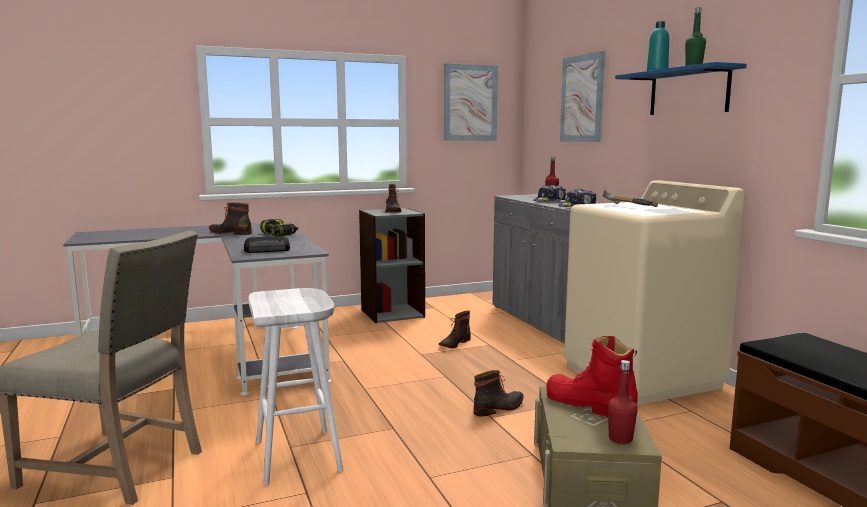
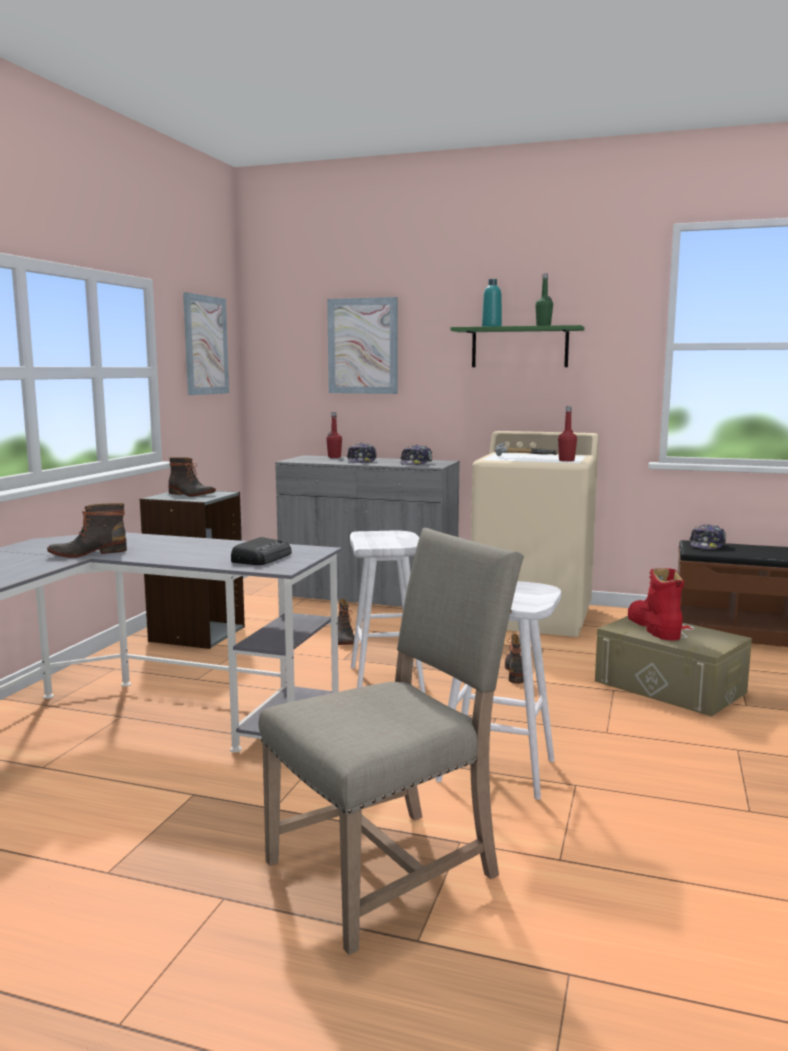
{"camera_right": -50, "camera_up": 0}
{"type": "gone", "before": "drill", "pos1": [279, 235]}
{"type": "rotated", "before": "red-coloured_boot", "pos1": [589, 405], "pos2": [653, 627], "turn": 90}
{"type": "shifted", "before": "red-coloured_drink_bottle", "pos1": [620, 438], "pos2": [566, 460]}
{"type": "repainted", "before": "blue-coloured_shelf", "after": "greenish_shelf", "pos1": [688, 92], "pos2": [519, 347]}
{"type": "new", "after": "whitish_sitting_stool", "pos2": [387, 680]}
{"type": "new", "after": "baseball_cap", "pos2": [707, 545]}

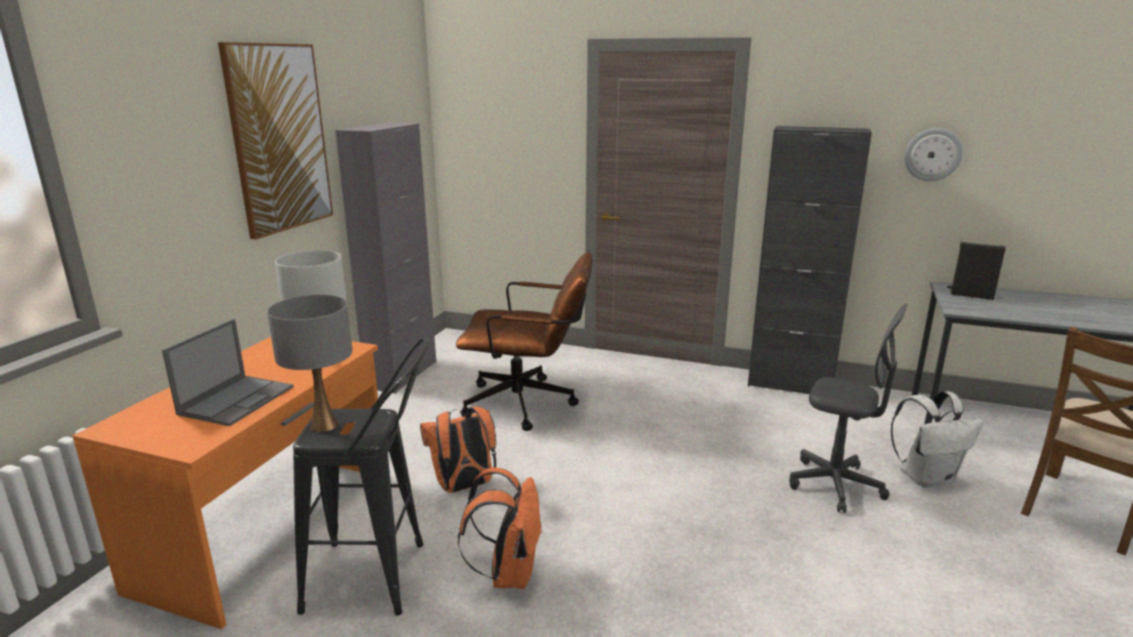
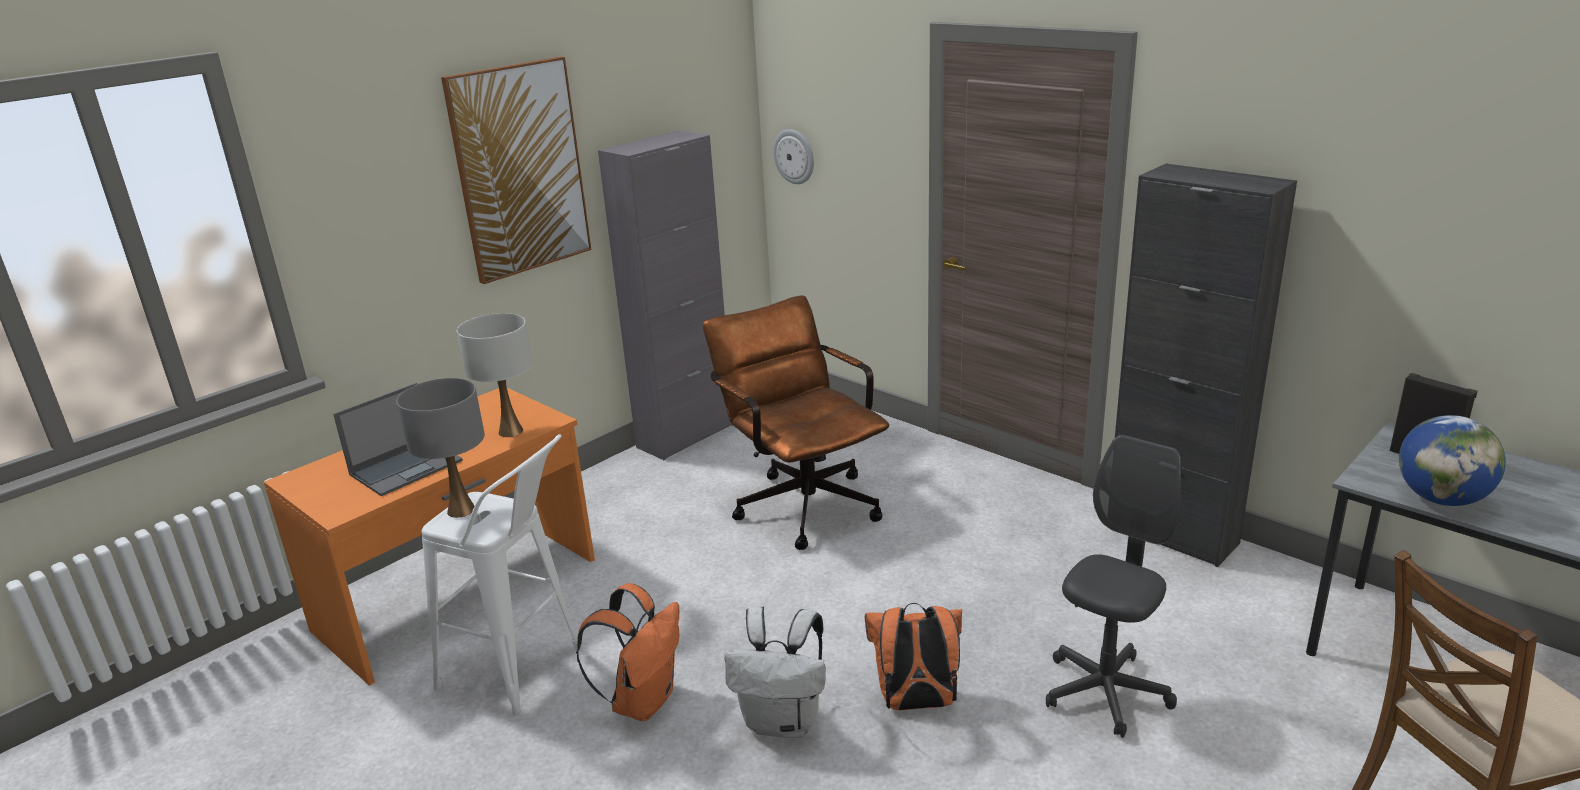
{"camera_right": 25, "camera_up": 5}
{"type": "repainted", "before": "black-coloured_sitting_stool", "after": "whitish_sitting_stool", "pos1": [379, 577], "pos2": [522, 672]}
{"type": "shifted", "before": "orangey_knapsack", "pos1": [464, 486], "pos2": [916, 703]}
{"type": "rotated", "before": "brown_desk_chair", "pos1": [529, 404], "pos2": [801, 501], "turn": -150}
{"type": "rotated", "before": "greyish_desk_chair", "pos1": [835, 485], "pos2": [1105, 692], "turn": -105}
{"type": "shifted", "before": "whitish_knapsack", "pos1": [926, 477], "pos2": [783, 721]}
{"type": "shifted", "before": "clock_on_the_wall", "pos1": [933, 154], "pos2": [794, 156]}
{"type": "new", "after": "globe", "pos2": [1441, 499]}

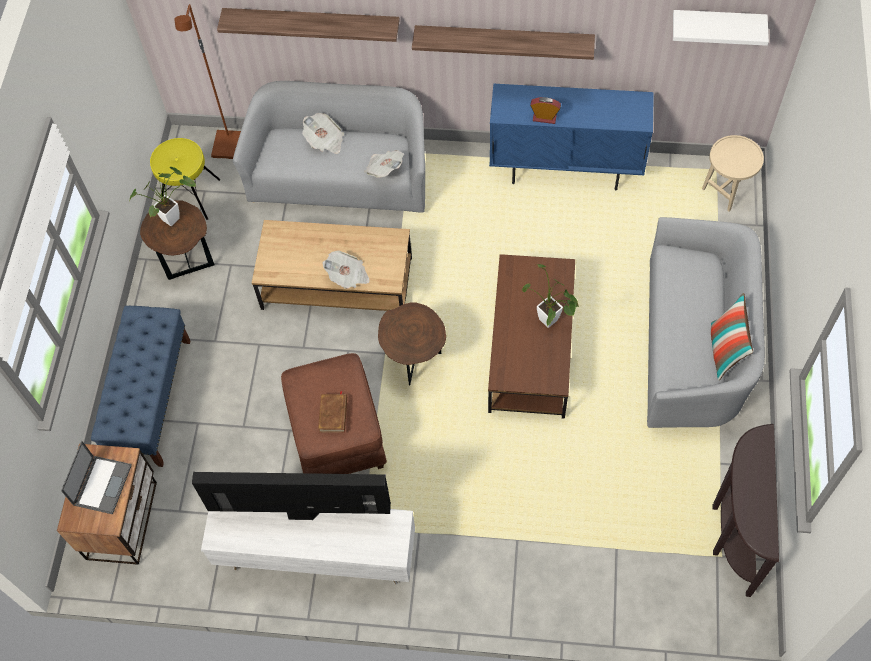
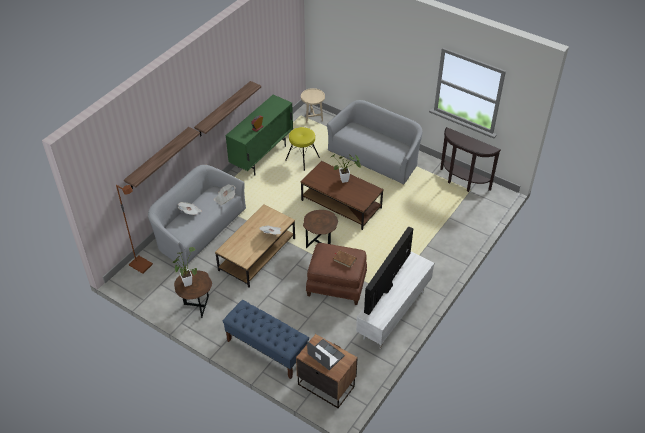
{"camera_right": -65, "camera_up": -15}
{"type": "shifted", "before": "yellow-coloured_sitting_stool", "pos1": [189, 196], "pos2": [302, 159]}
{"type": "repainted", "before": "blue-coloured_cabinet", "after": "greenish_cabinet", "pos1": [565, 170], "pos2": [262, 156]}
{"type": "gone", "before": "whitish_shelf", "pos1": [717, 24]}
{"type": "gone", "before": "cushion", "pos1": [725, 351]}

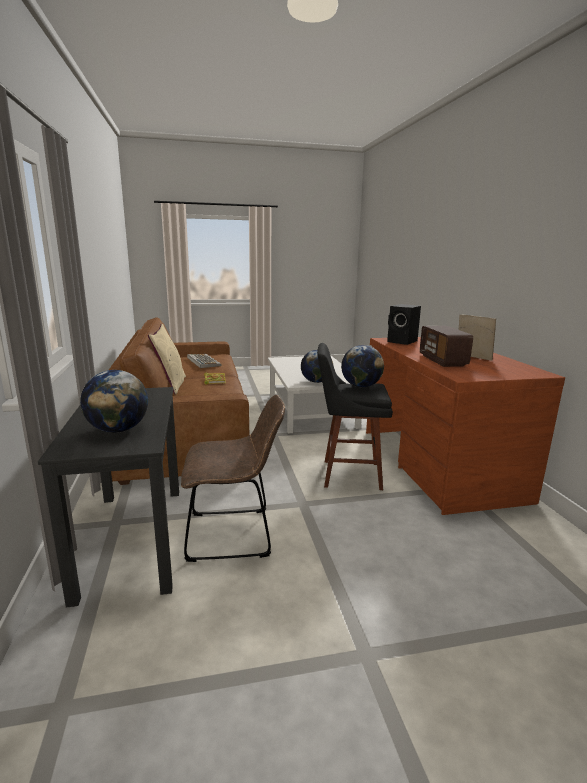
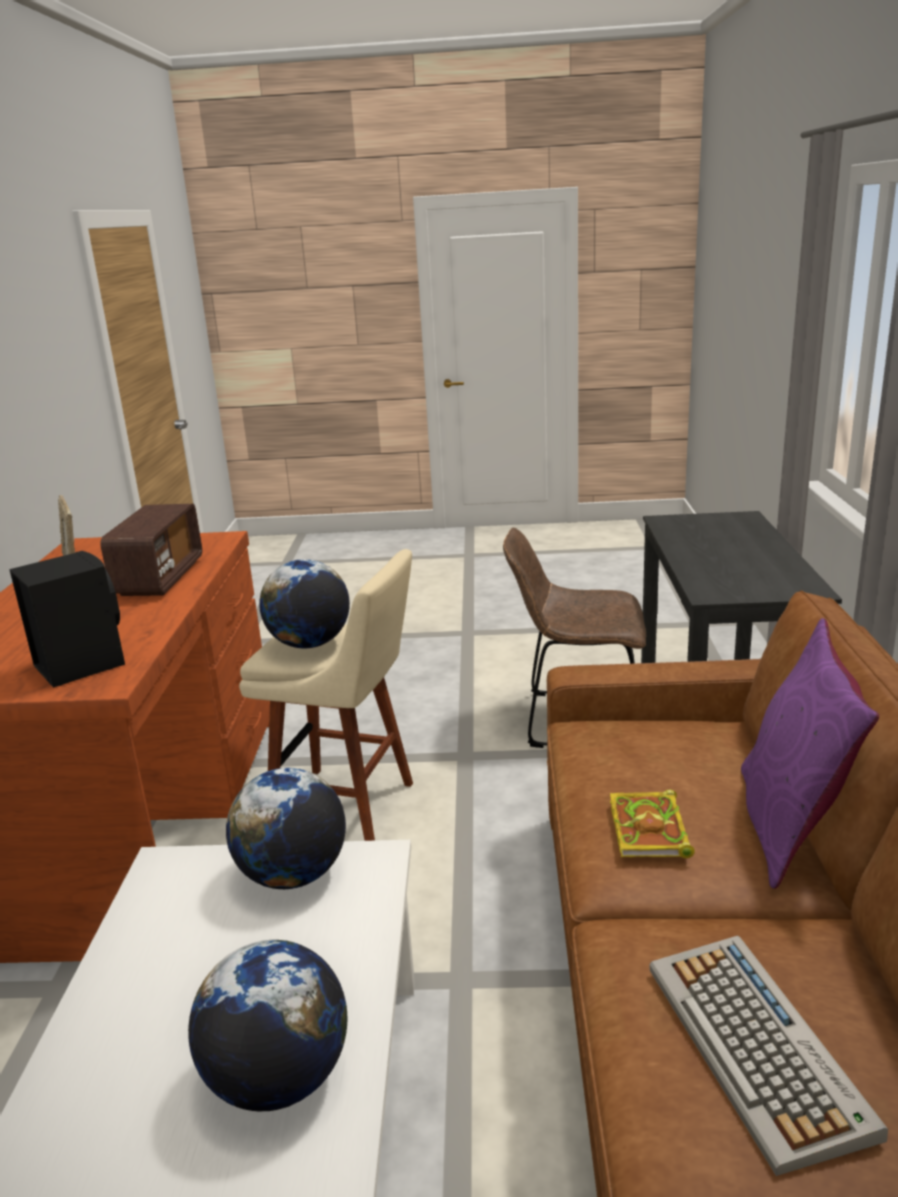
{"camera_right": -165, "camera_up": 5}
{"type": "shifted", "before": "globe", "pos1": [118, 430], "pos2": [278, 1078]}
{"type": "repainted", "before": "beige_cushion", "after": "purple_cushion", "pos1": [170, 385], "pos2": [791, 825]}
{"type": "repainted", "before": "black-coloured_sitting_stool", "after": "beige_sitting_stool", "pos1": [347, 474], "pos2": [349, 808]}

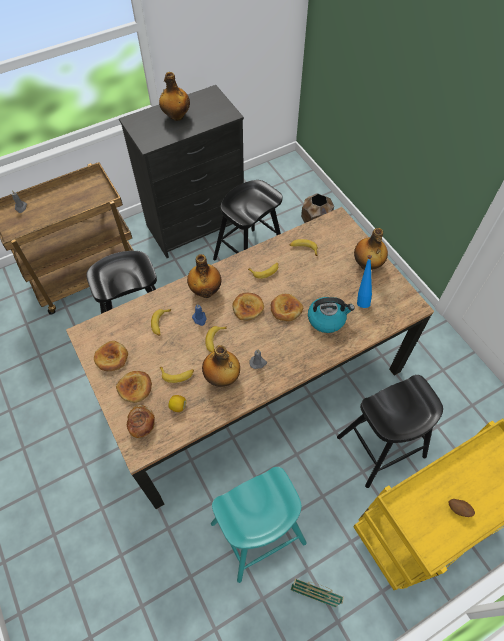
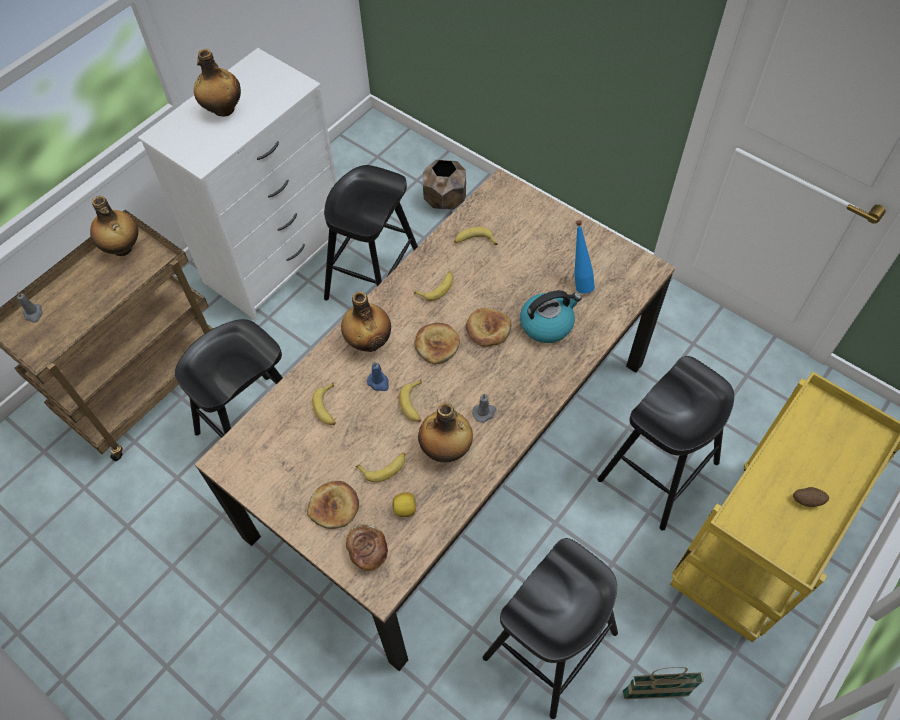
{"camera_right": -20, "camera_up": 0}
{"type": "gone", "before": "bread", "pos1": [111, 358]}
{"type": "repainted", "before": "black-coloured_drawer_chest", "after": "whitish_drawer_chest", "pos1": [195, 225], "pos2": [277, 259]}
{"type": "repainted", "before": "turquoise-coloured_sitting_stool", "after": "black-coloured_sitting_stool", "pos1": [258, 533], "pos2": [550, 644]}
{"type": "shifted", "before": "drink_bottle", "pos1": [367, 265], "pos2": [122, 248]}

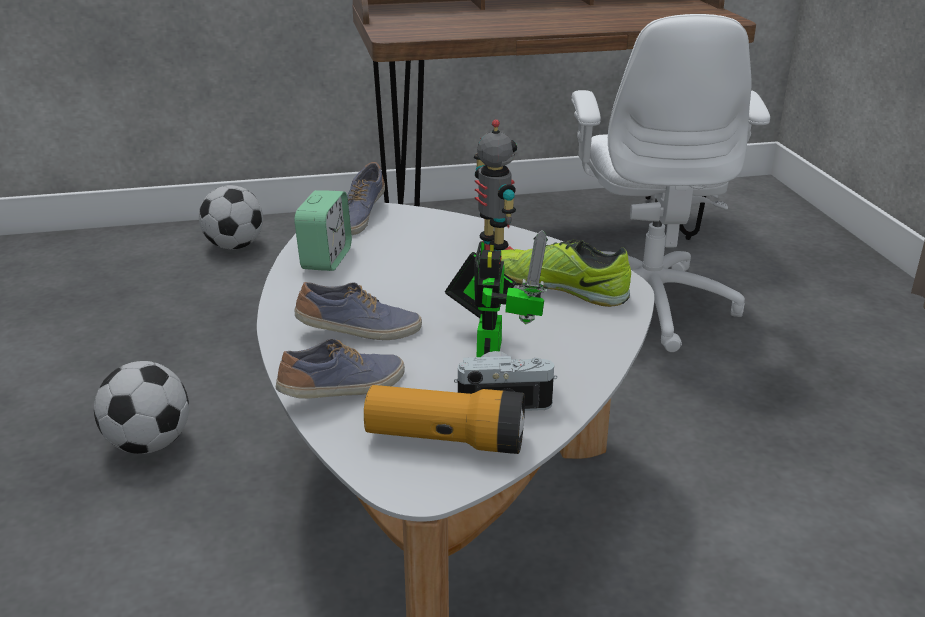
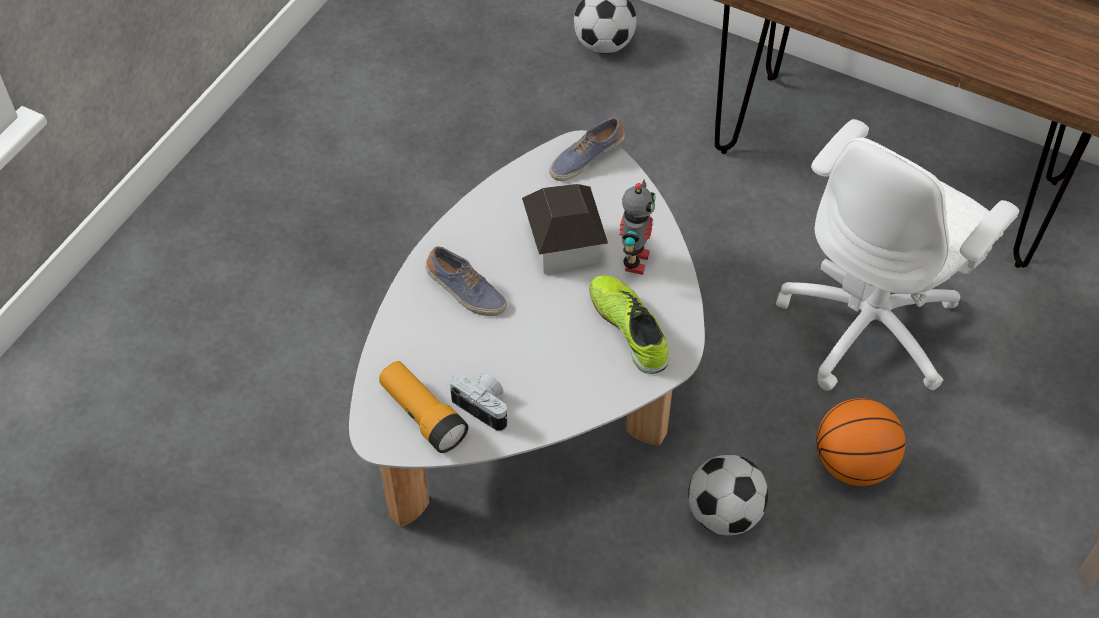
{"camera_right": 40, "camera_up": 25}
{"type": "shifted", "before": "football_ball", "pos1": [149, 444], "pos2": [724, 513]}
{"type": "gone", "before": "low_shoe", "pos1": [344, 390]}
{"type": "gone", "before": "table_clock", "pos1": [326, 259]}
{"type": "gone", "before": "toy_robot", "pos1": [490, 346]}
{"type": "new", "after": "toy_house", "pos2": [564, 246]}
{"type": "new", "after": "basketball_ball", "pos2": [853, 463]}

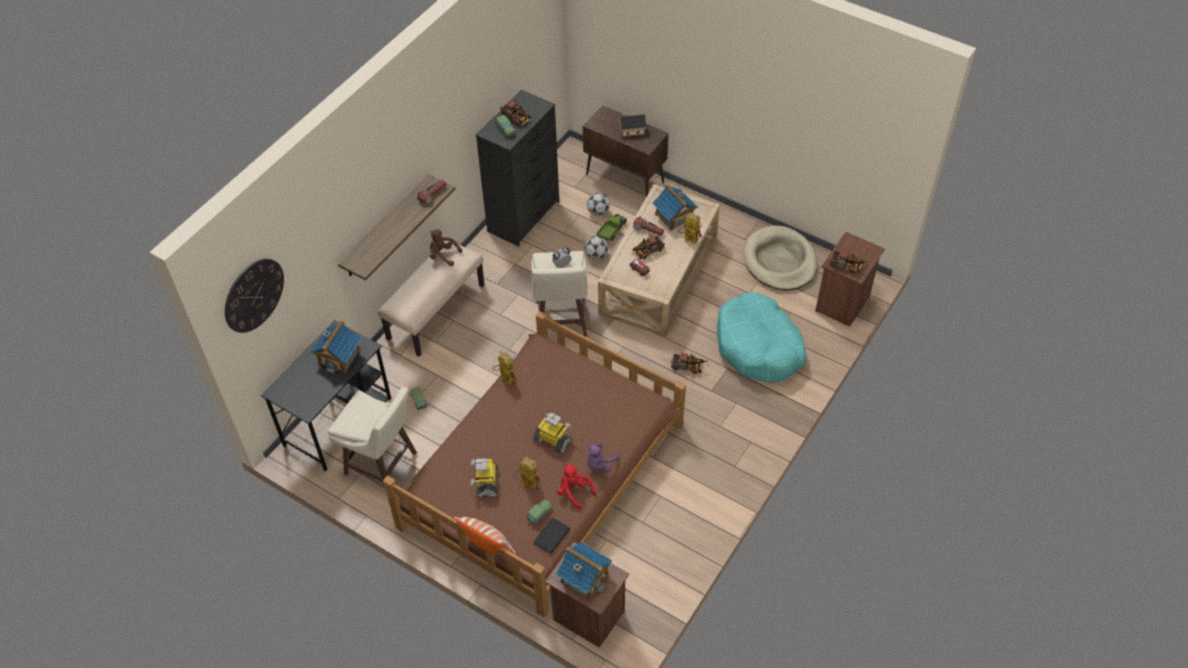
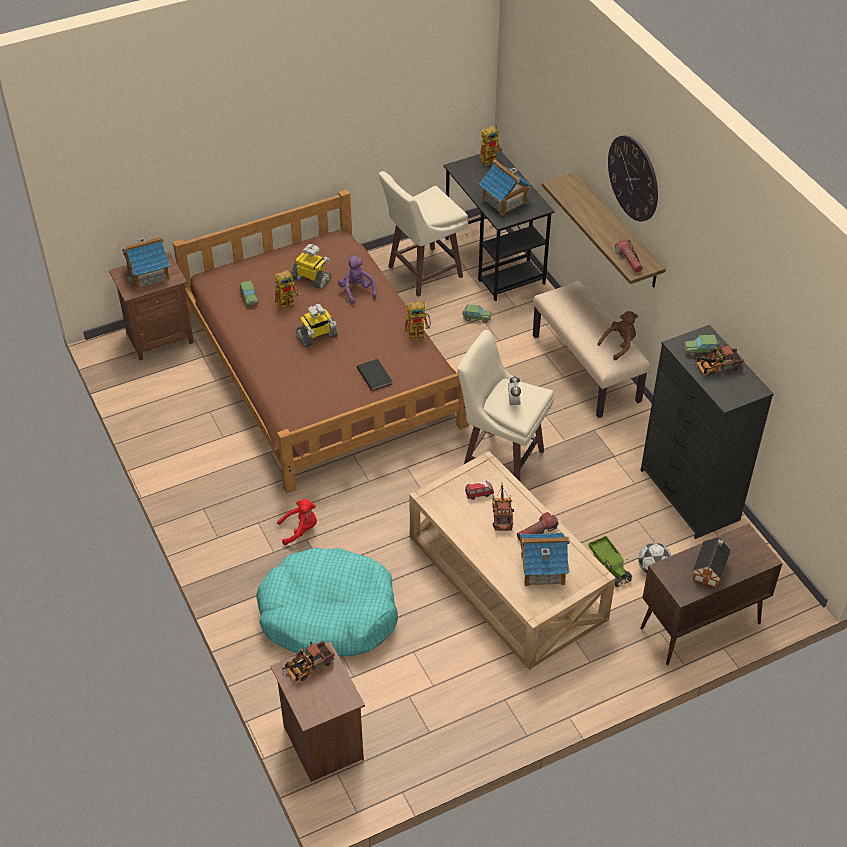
{"camera_right": 120, "camera_up": -5}
{"type": "shifted", "before": "clock_on_the_wall", "pos1": [254, 295], "pos2": [633, 178]}
{"type": "gone", "before": "cushion", "pos1": [489, 548]}
{"type": "shifted", "before": "black-coloured_book", "pos1": [551, 536], "pos2": [375, 375]}
{"type": "shifted", "before": "red-coloured_cuddly_toy", "pos1": [574, 492], "pos2": [300, 530]}
{"type": "gone", "before": "football_ball", "pos1": [596, 255]}
{"type": "shifted", "before": "purple_cuddly_toy", "pos1": [599, 464], "pos2": [357, 291]}
{"type": "gone", "before": "model_truck", "pos1": [689, 367]}
{"type": "shifted", "before": "toy_robot", "pos1": [688, 239], "pos2": [491, 159]}
{"type": "gone", "before": "beige_pet_bed", "pos1": [779, 261]}

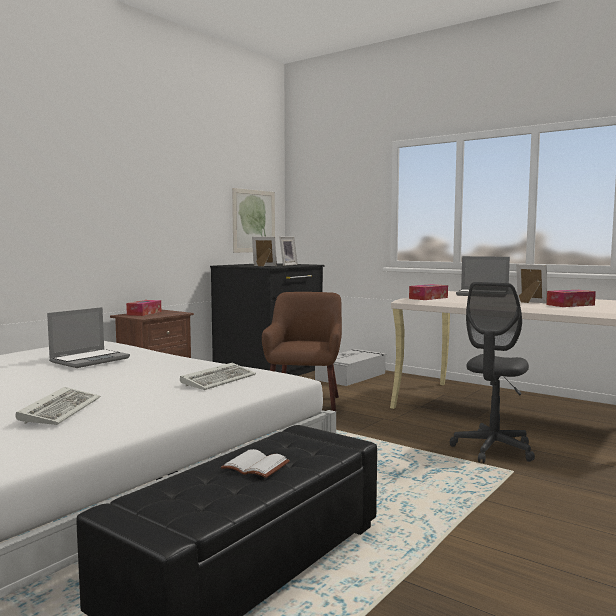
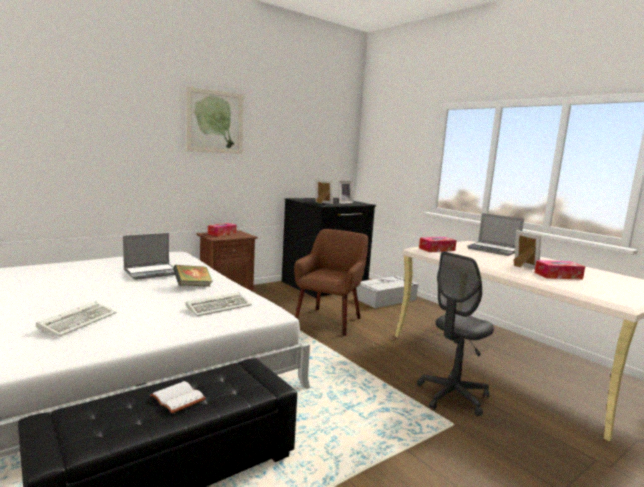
{"camera_right": 15, "camera_up": 5}
{"type": "shifted", "before": "picture", "pos1": [254, 221], "pos2": [215, 122]}
{"type": "new", "after": "book", "pos2": [193, 286]}

